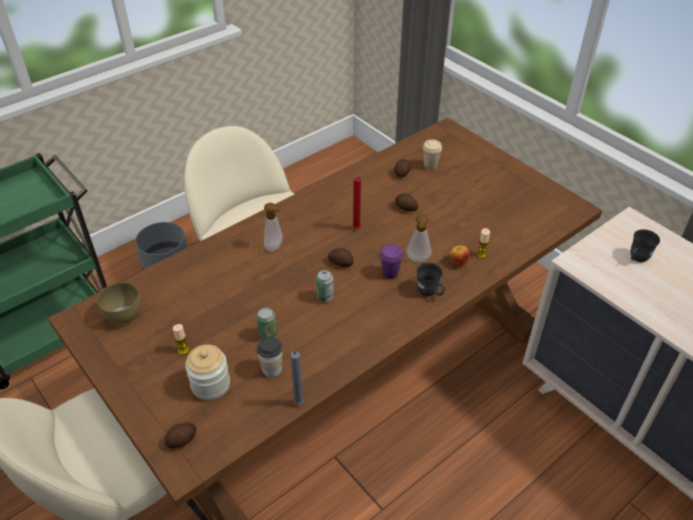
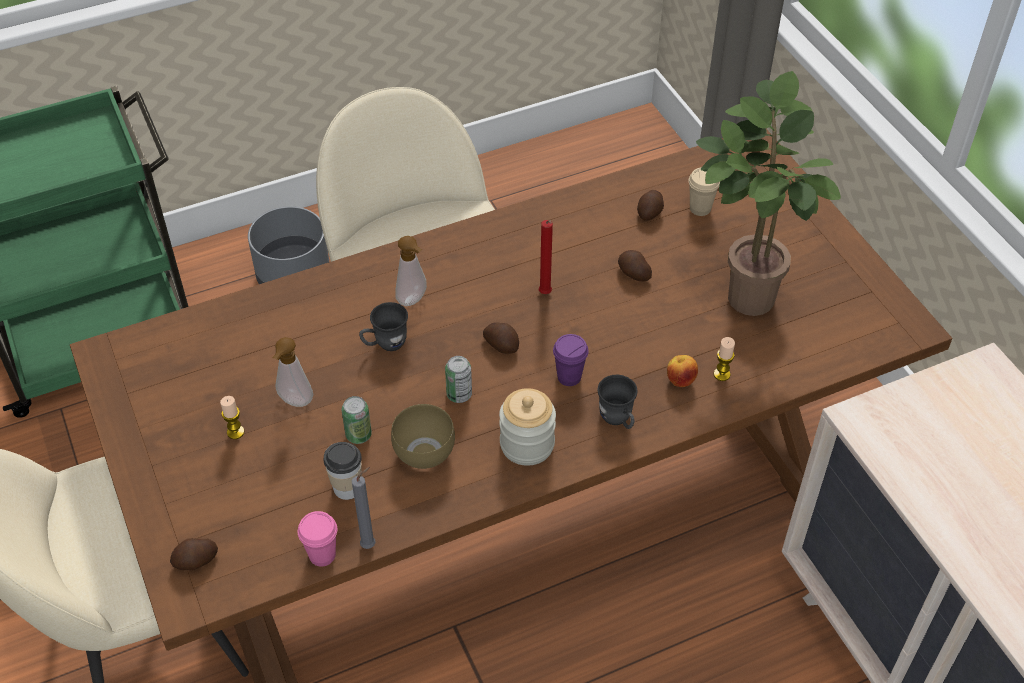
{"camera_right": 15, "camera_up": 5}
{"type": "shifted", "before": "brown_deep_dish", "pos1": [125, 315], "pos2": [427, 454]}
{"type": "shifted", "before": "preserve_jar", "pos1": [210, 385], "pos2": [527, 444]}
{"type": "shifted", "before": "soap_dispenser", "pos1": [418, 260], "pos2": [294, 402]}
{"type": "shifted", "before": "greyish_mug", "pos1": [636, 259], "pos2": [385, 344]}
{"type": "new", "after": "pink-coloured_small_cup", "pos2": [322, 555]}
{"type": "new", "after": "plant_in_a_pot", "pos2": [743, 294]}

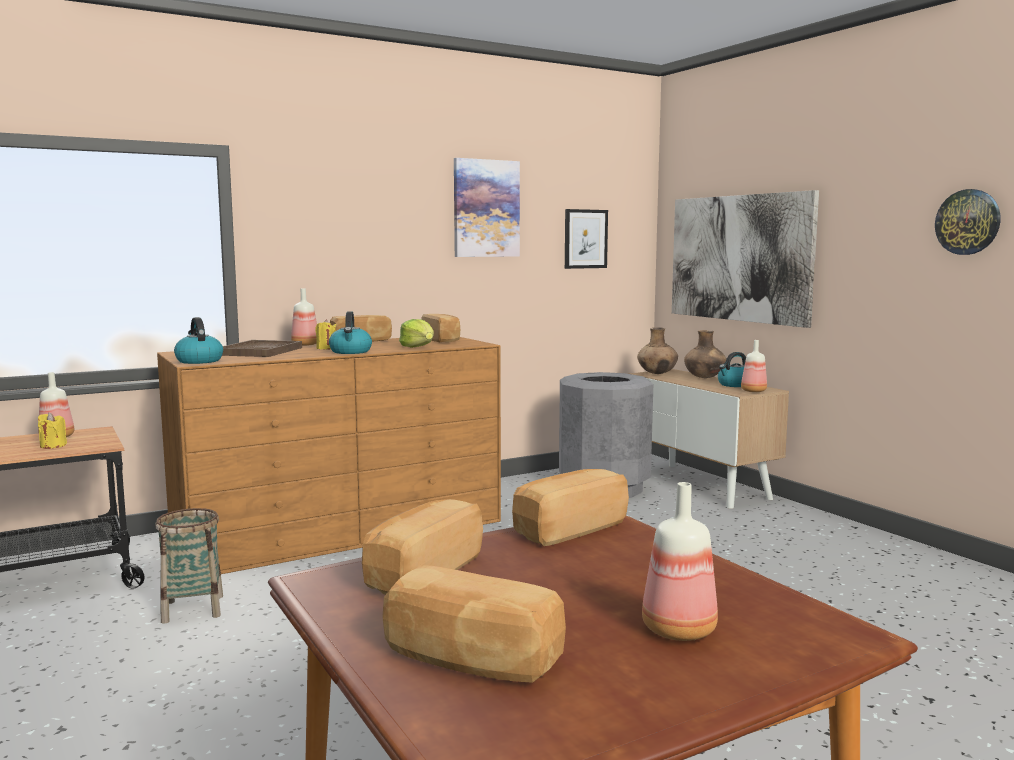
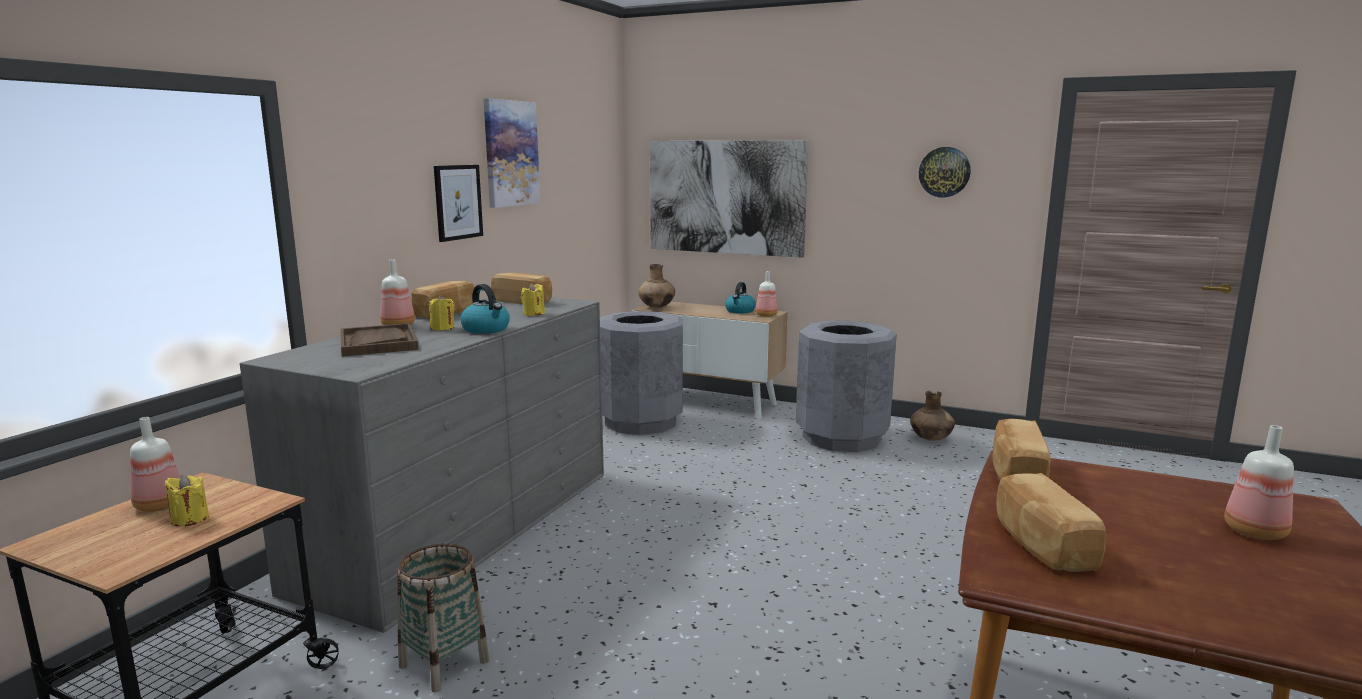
{"camera_right": -35, "camera_up": 5}
{"type": "repainted", "before": "brown_drawer_chest", "after": "greyish_drawer_chest", "pos1": [341, 530], "pos2": [464, 526]}
{"type": "gone", "before": "tea_kettle", "pos1": [198, 361]}
{"type": "gone", "before": "bread", "pos1": [471, 659]}
{"type": "swapped", "before": "head_of_lettuce", "after": "yellow-coloured_wax_candle", "pos1": [418, 347], "pos2": [533, 314]}
{"type": "shifted", "before": "picture", "pos1": [585, 239], "pos2": [458, 202]}
{"type": "shifted", "before": "brown_flower_vase", "pos1": [704, 377], "pos2": [931, 439]}
{"type": "new", "after": "greyish_trash_can", "pos2": [842, 438]}

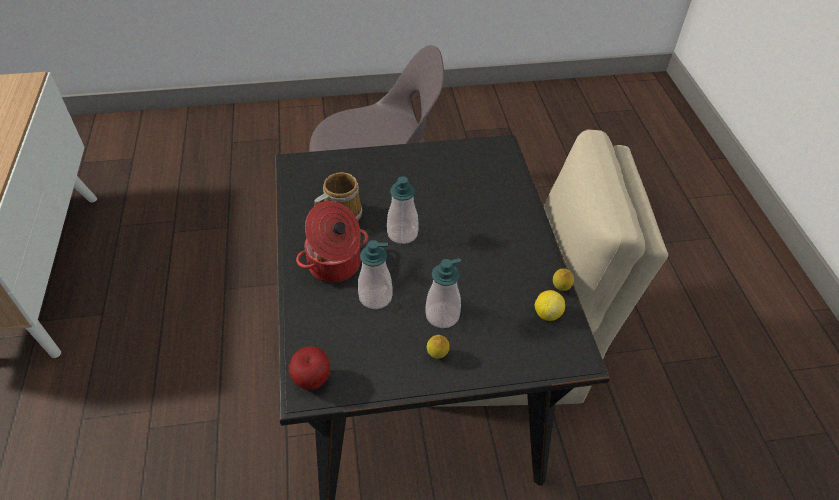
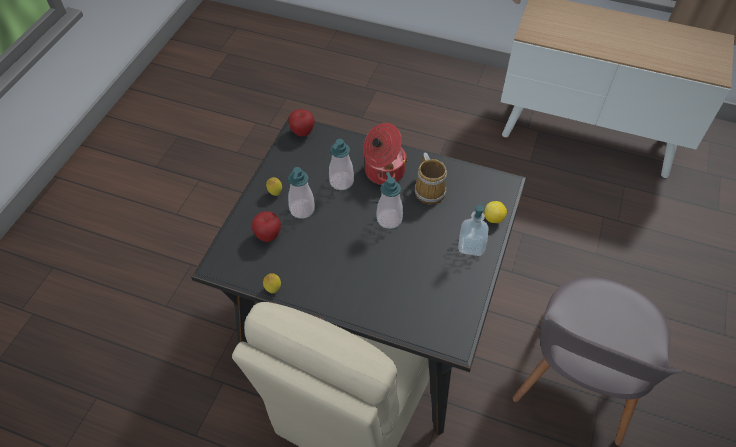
{"camera_right": 120, "camera_up": 5}
{"type": "shifted", "before": "citrus_fruit", "pos1": [547, 313], "pos2": [493, 219]}
{"type": "new", "after": "apple_fruit", "pos2": [268, 236]}
{"type": "new", "after": "soap_dispenser", "pos2": [471, 246]}

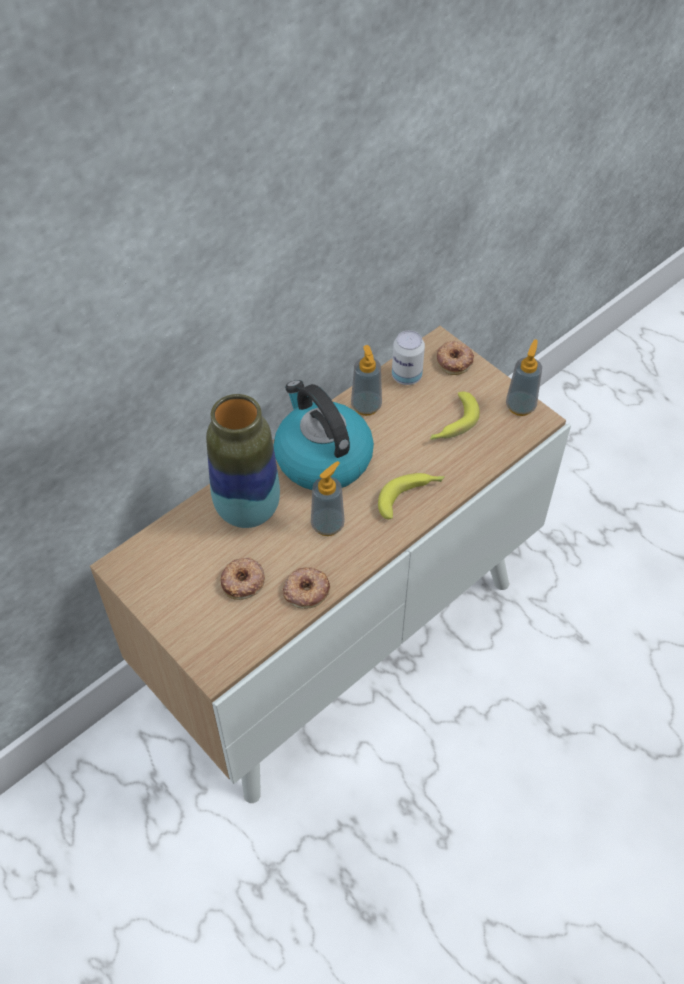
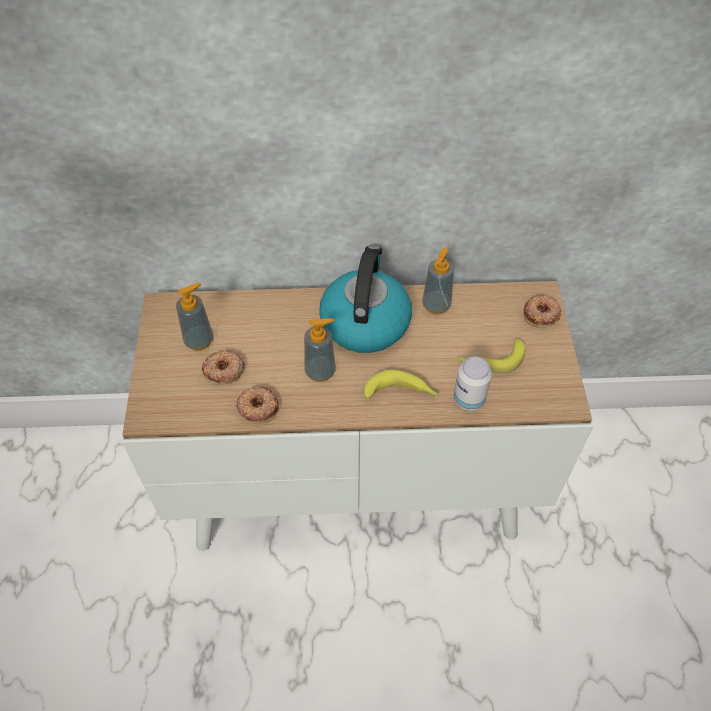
{"camera_right": 40, "camera_up": 0}
{"type": "gone", "before": "flower_vase", "pos1": [247, 510]}
{"type": "shifted", "before": "can", "pos1": [406, 376], "pos2": [469, 399]}
{"type": "shifted", "before": "soap_dispenser", "pos1": [520, 406], "pos2": [199, 340]}

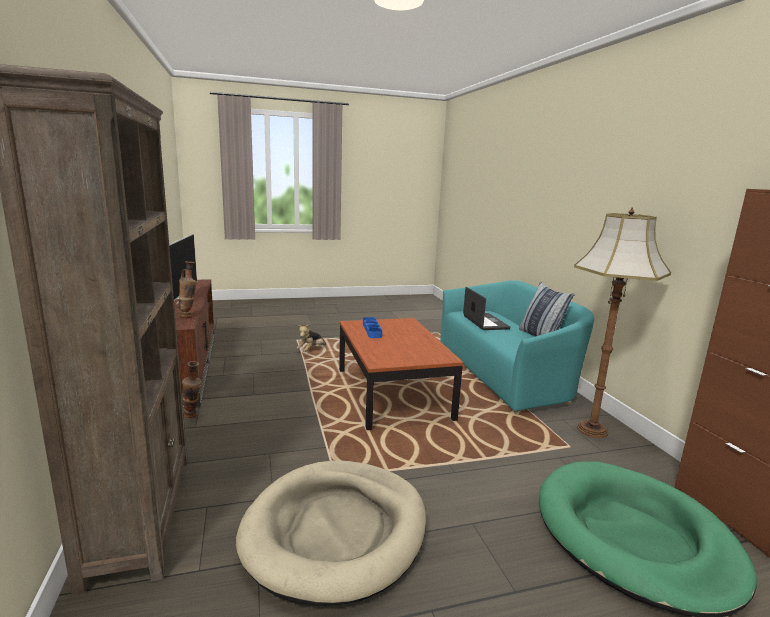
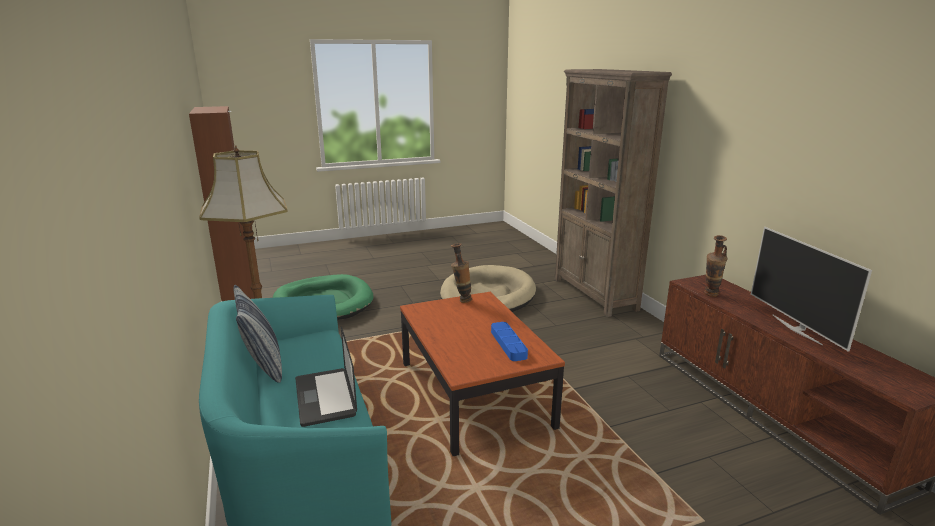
{"camera_right": 175, "camera_up": 5}
{"type": "shifted", "before": "flower_vase", "pos1": [193, 416], "pos2": [461, 300]}
{"type": "gone", "before": "cuddly_toy", "pos1": [311, 350]}

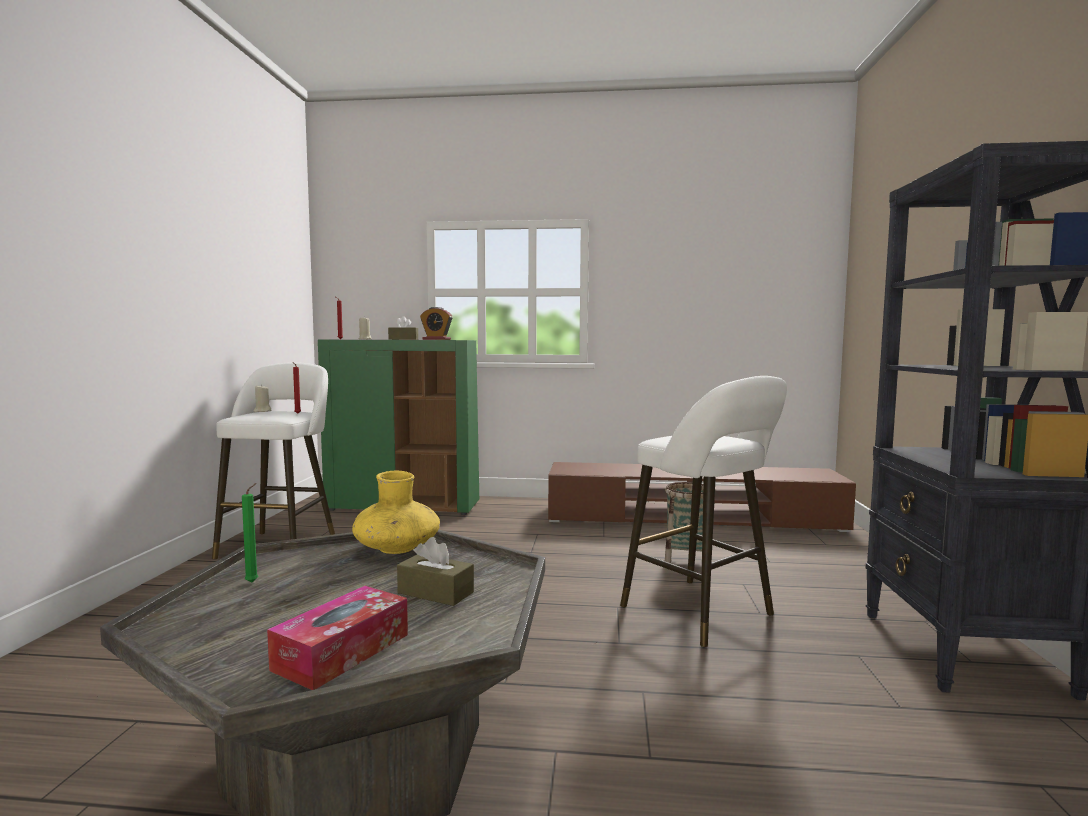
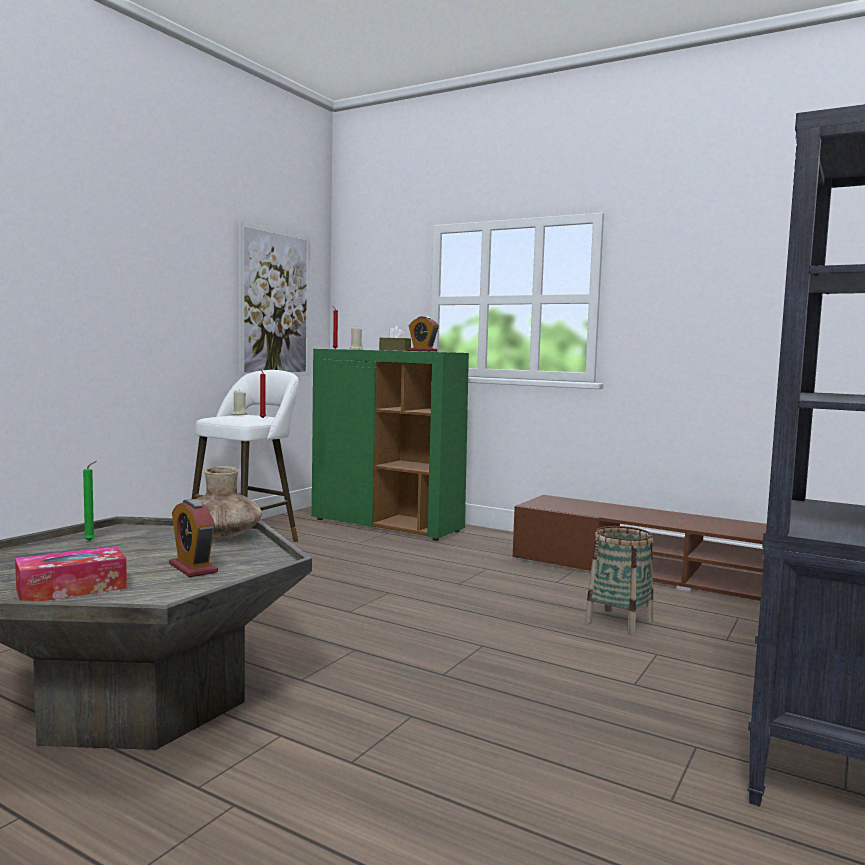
{"camera_right": 25, "camera_up": 0}
{"type": "repainted", "before": "yellow-coloured_flower_vase", "after": "brown_flower_vase", "pos1": [397, 548], "pos2": [222, 536]}
{"type": "swapped", "before": "brown_box_of_tissues", "after": "table_clock", "pos1": [435, 592], "pos2": [193, 568]}
{"type": "gone", "before": "whitish_sitting_stool", "pos1": [703, 613]}
{"type": "new", "after": "picture", "pos2": [275, 304]}

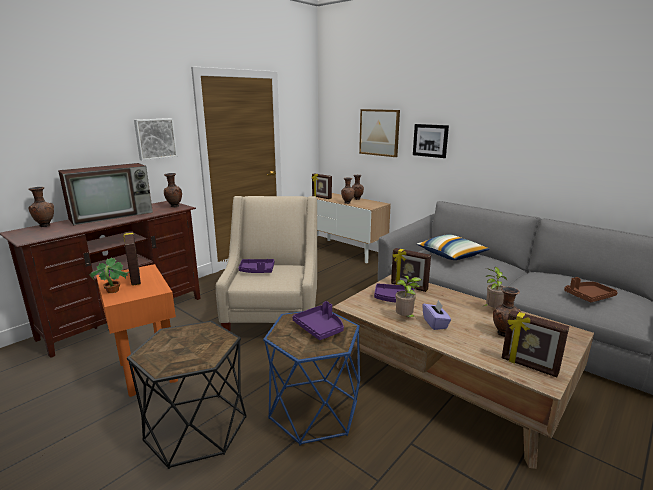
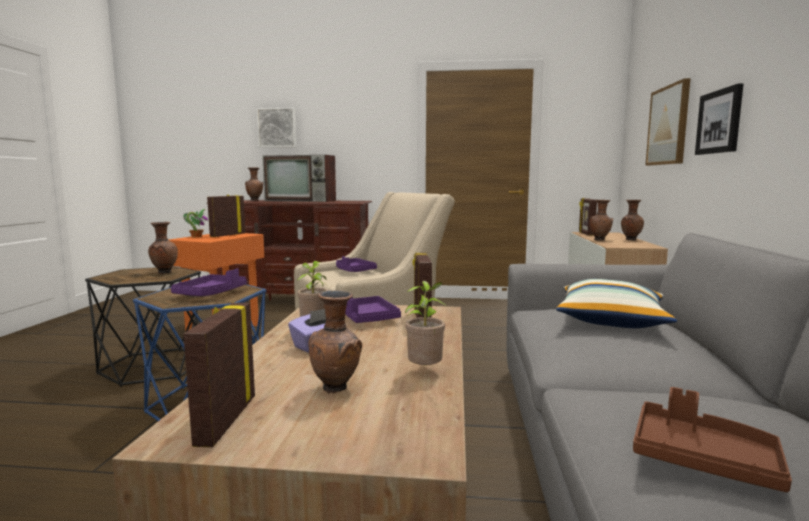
{"camera_right": 55, "camera_up": -10}
{"type": "shifted", "before": "picture", "pos1": [155, 138], "pos2": [277, 128]}
{"type": "shifted", "before": "brown_flower_vase", "pos1": [174, 206], "pos2": [164, 272]}

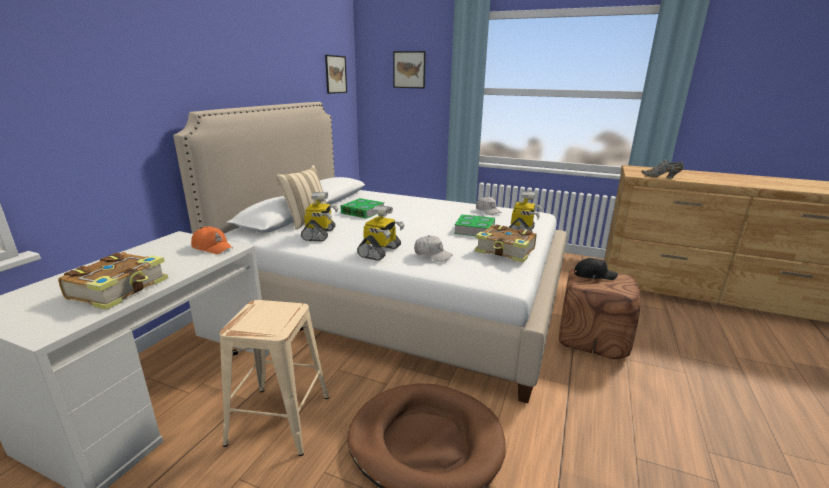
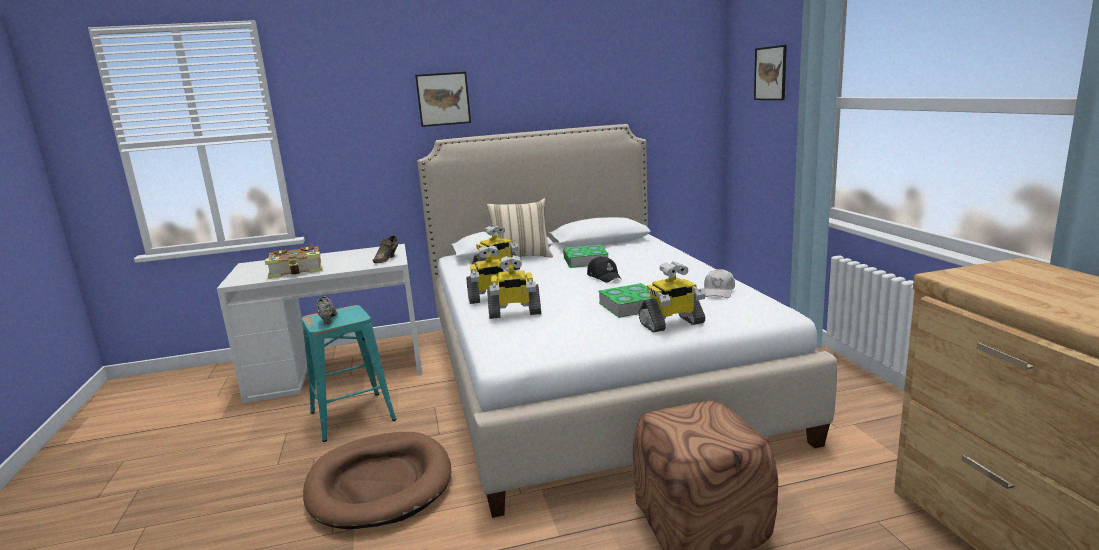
{"camera_right": 55, "camera_up": -5}
{"type": "swapped", "before": "orangey_baseball_cap", "after": "brown_low_shoe", "pos1": [212, 247], "pos2": [387, 259]}
{"type": "repainted", "before": "beige_sitting_stool", "after": "turquoise-coloured_sitting_stool", "pos1": [280, 419], "pos2": [352, 416]}
{"type": "shifted", "before": "picture", "pos1": [335, 74], "pos2": [443, 99]}
{"type": "swapped", "before": "whitish_baseball_cap", "after": "toy_robot", "pos1": [432, 254], "pos2": [514, 313]}
{"type": "gone", "before": "book", "pos1": [505, 251]}
{"type": "shifted", "before": "black-coloured_baseball_cap", "pos1": [593, 275], "pos2": [604, 276]}
{"type": "shifted", "before": "greyish_low_shoe", "pos1": [661, 177], "pos2": [328, 320]}

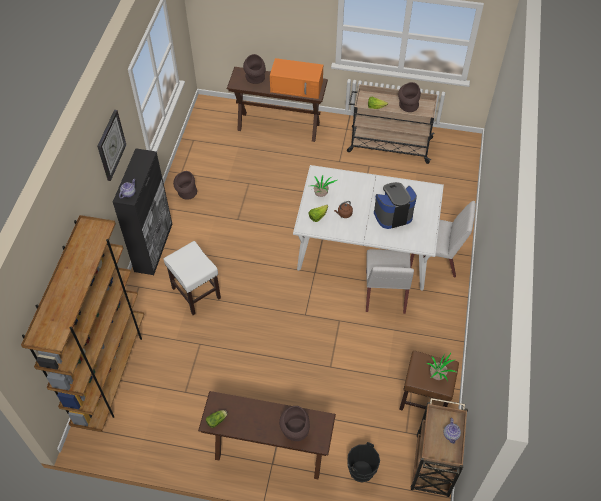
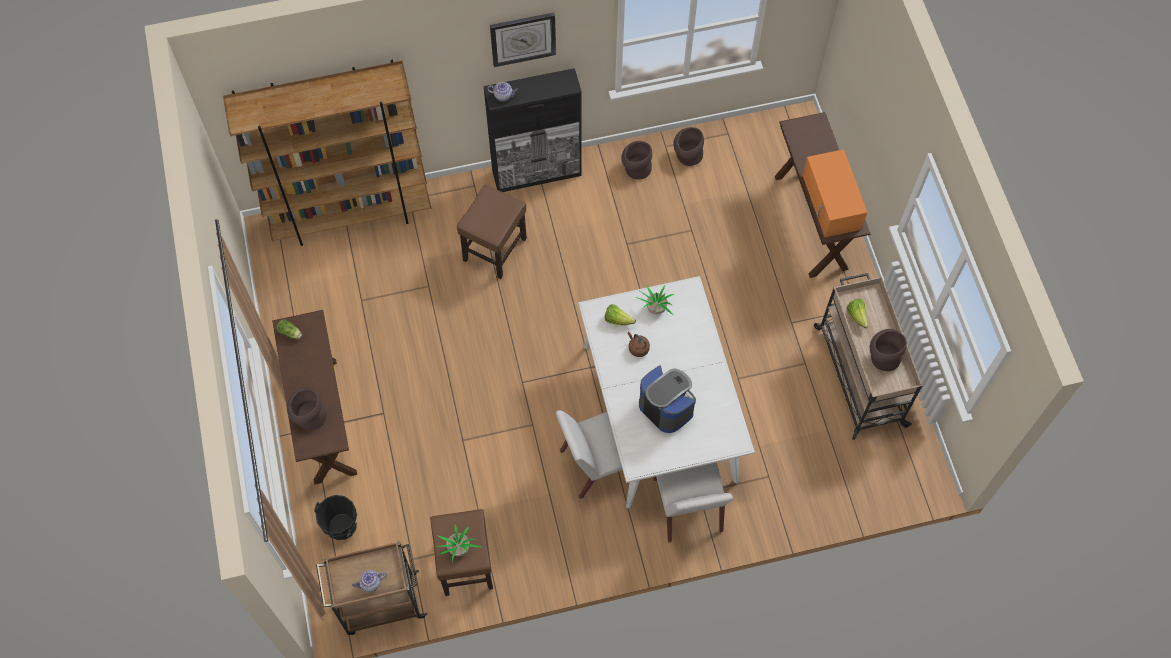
{"camera_right": 65, "camera_up": 10}
{"type": "repainted", "before": "whitish_sitting_stool", "after": "brown_sitting_stool", "pos1": [195, 293], "pos2": [495, 248]}
{"type": "shifted", "before": "brown_flower_vase", "pos1": [255, 79], "pos2": [687, 156]}

